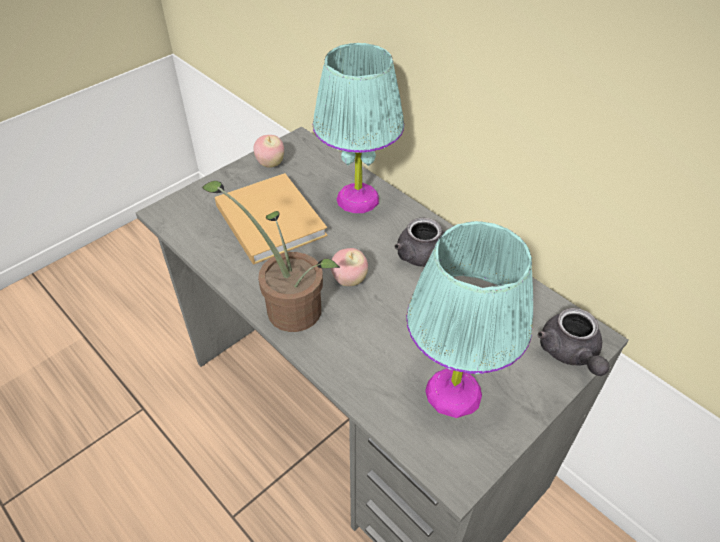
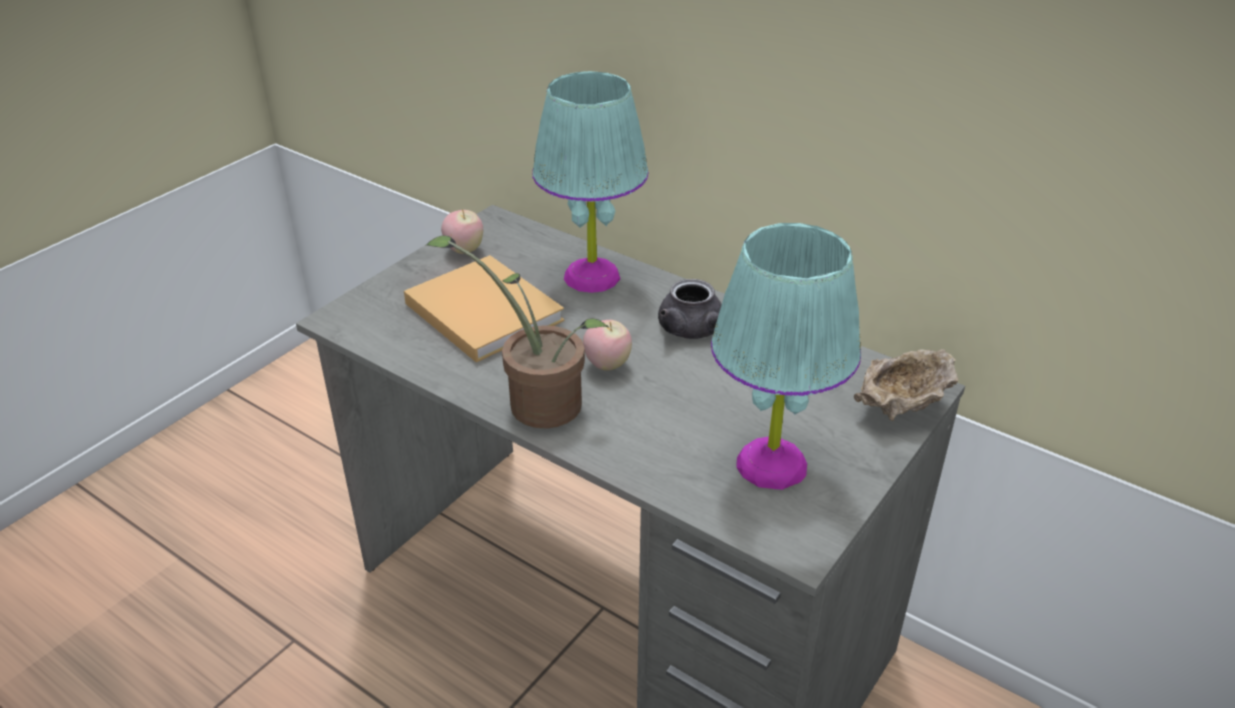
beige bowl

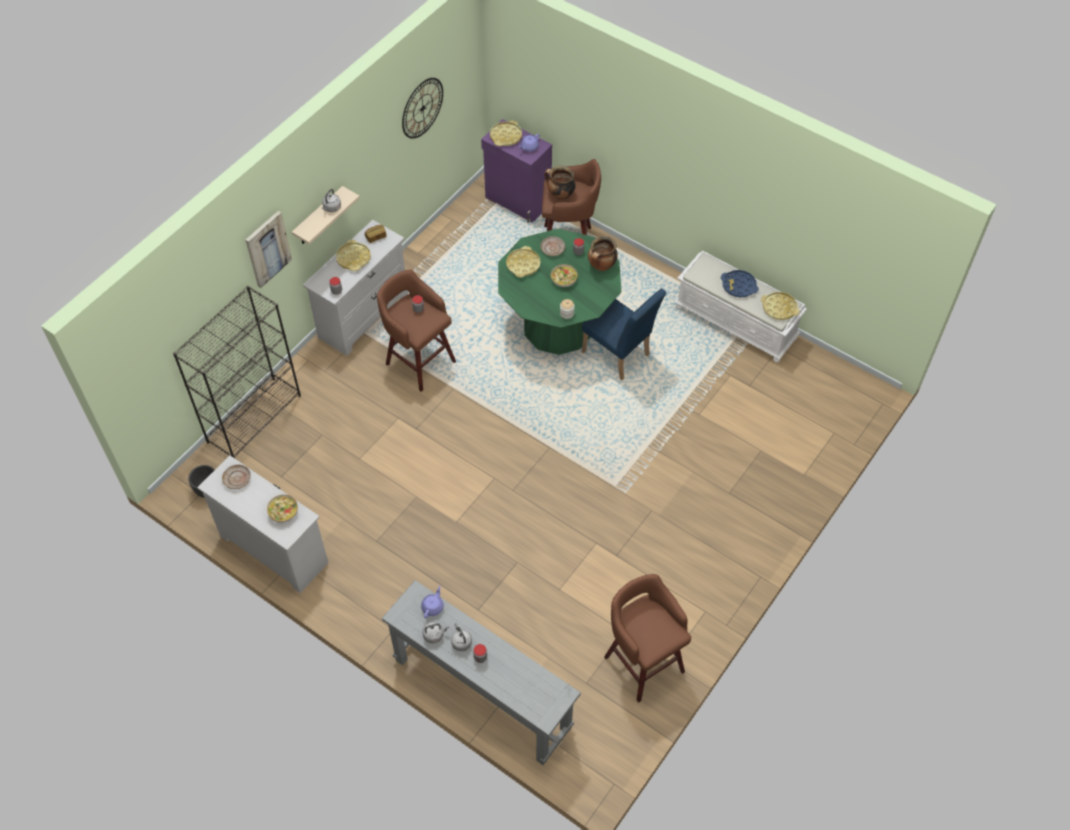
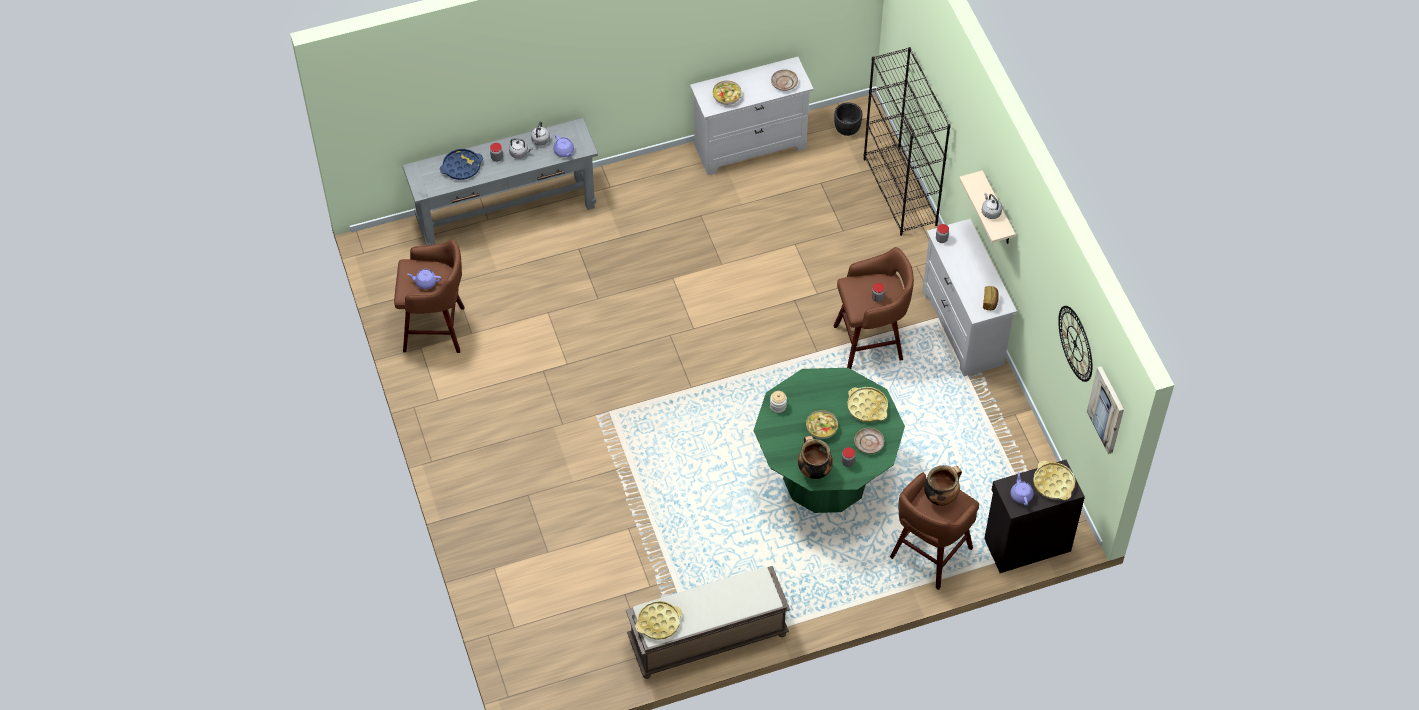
purple teapot (no. 1 from left); blue tray; brown bench; black cabinet; picture; yellow tray (no. 1 from left in the first image); blue chair

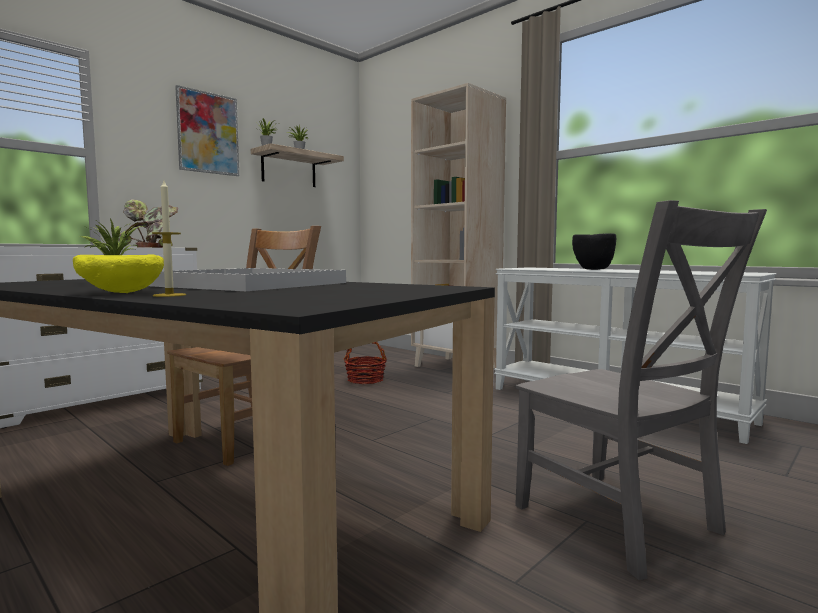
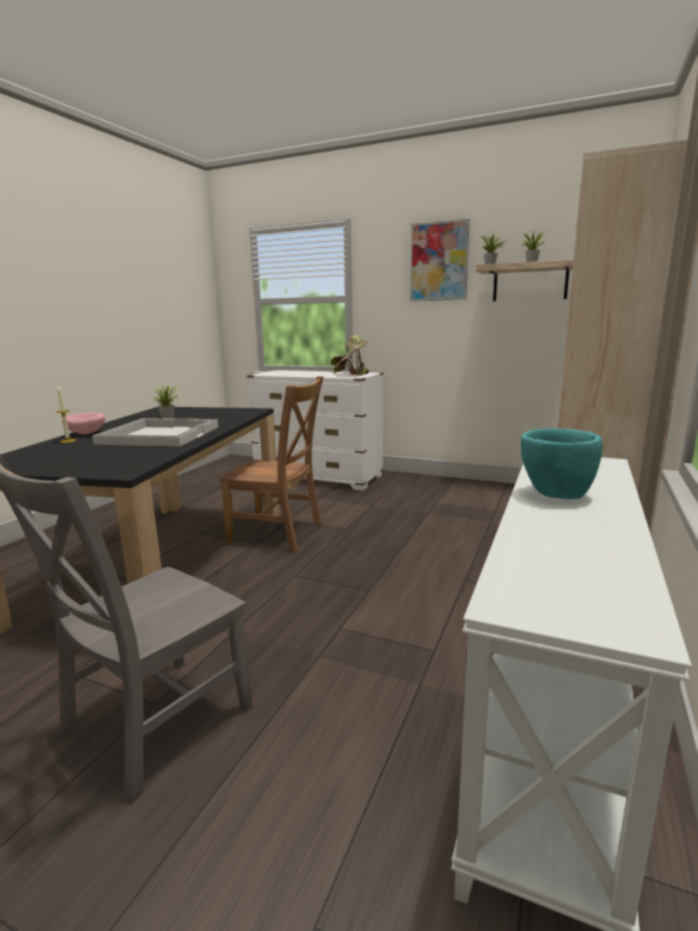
pink bowl; turquoise bowl; basket

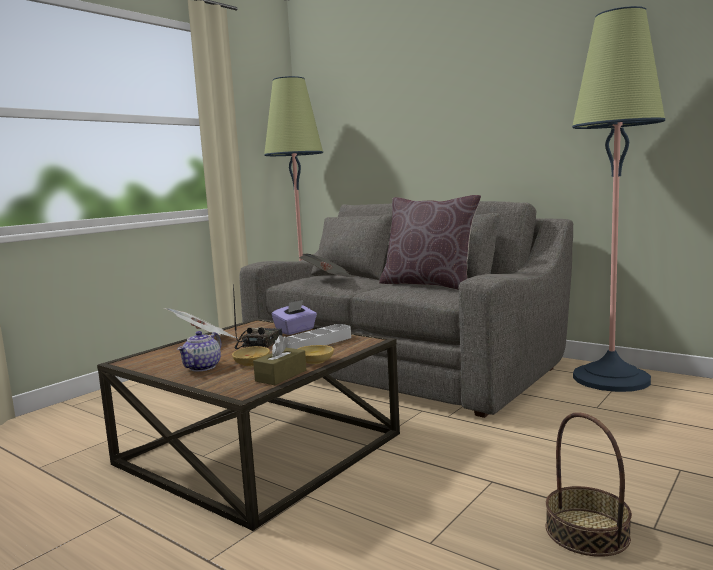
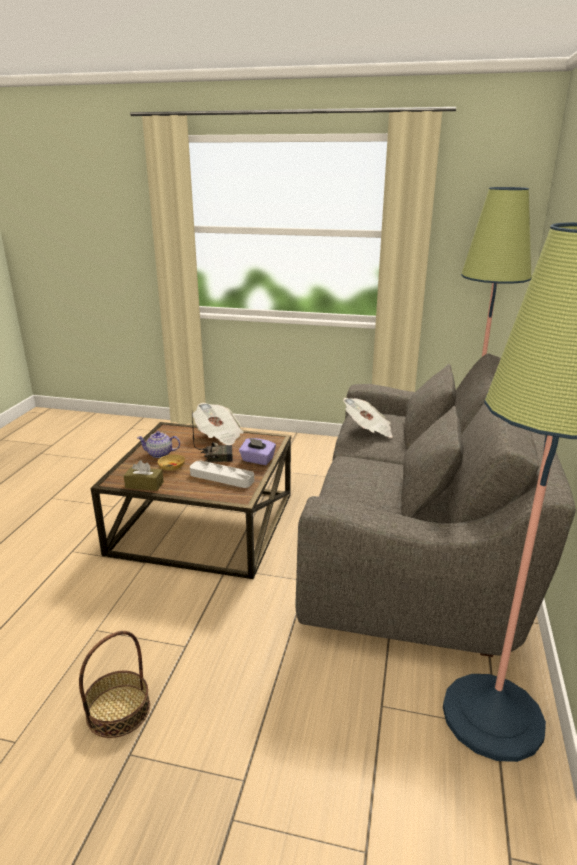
beige bowl (no. 2 from left in the first image); brown pillow

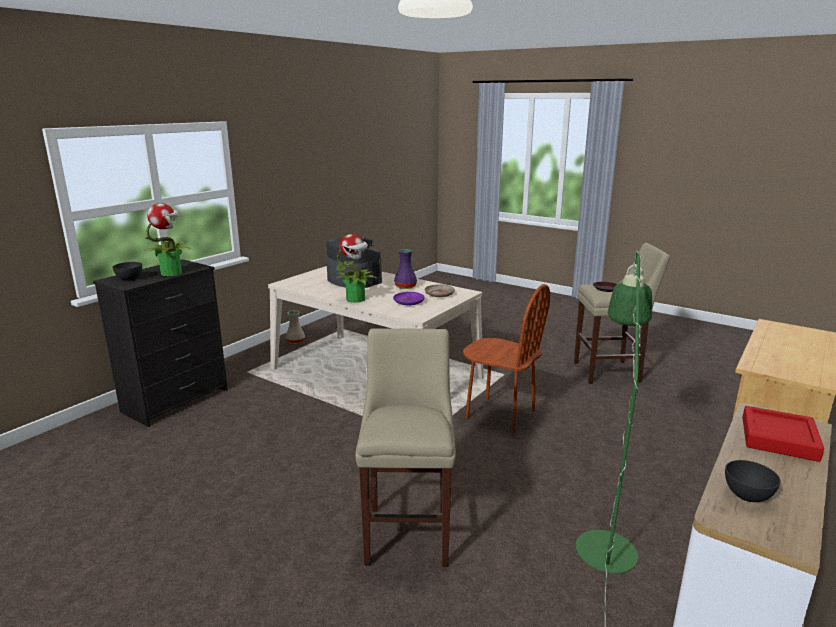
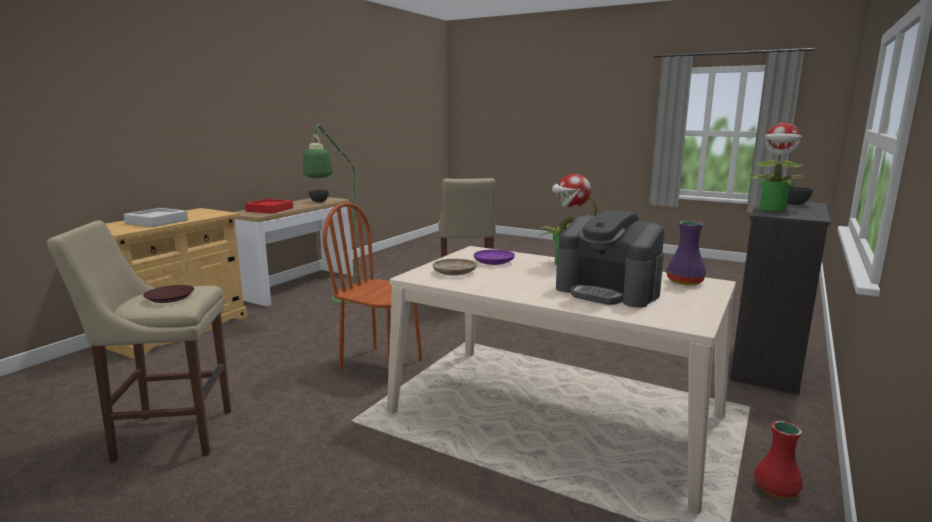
grey tray; purple vase; red vase

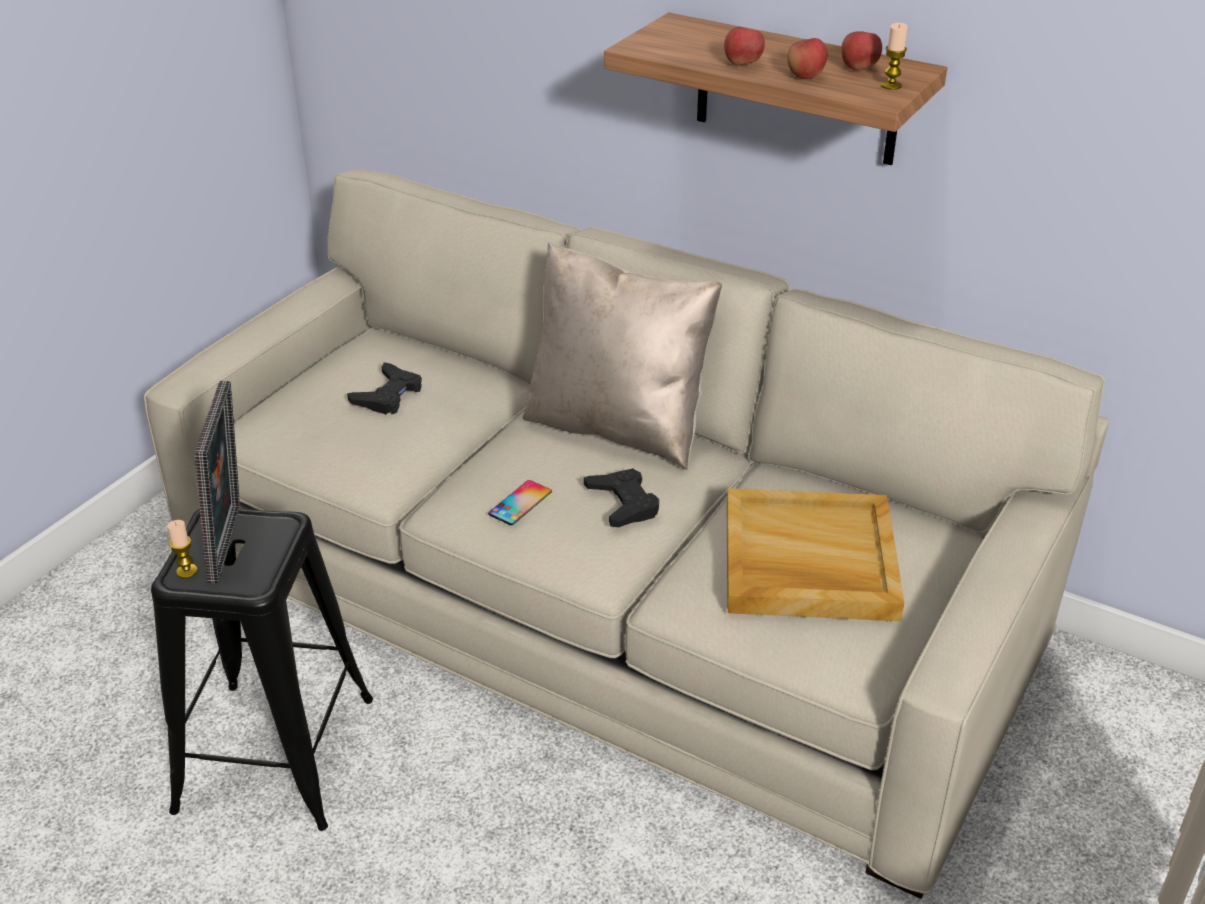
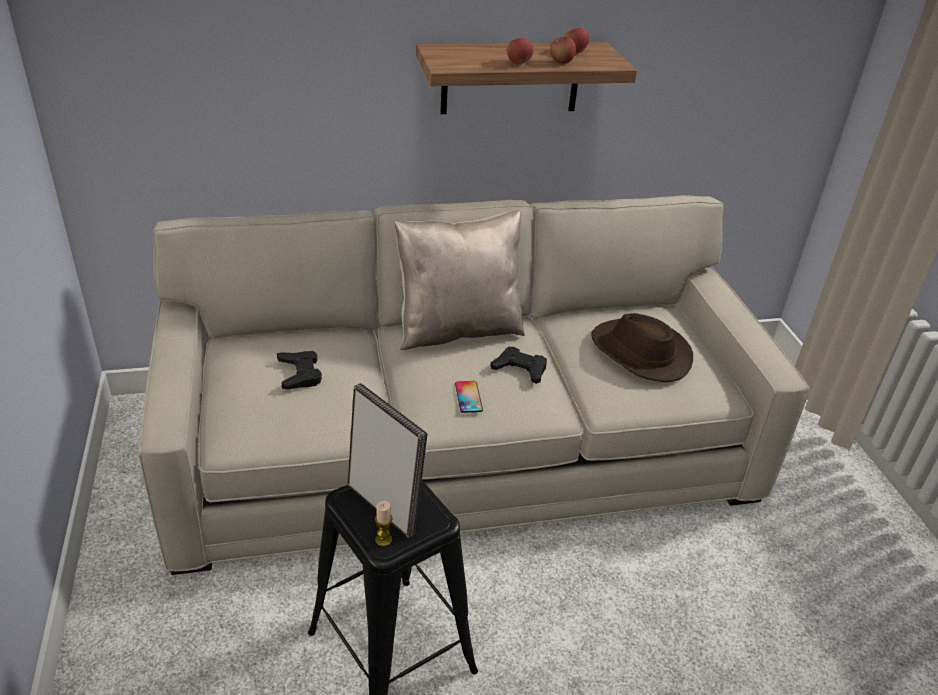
brown hat; candle (no. 2 from left in the first image)

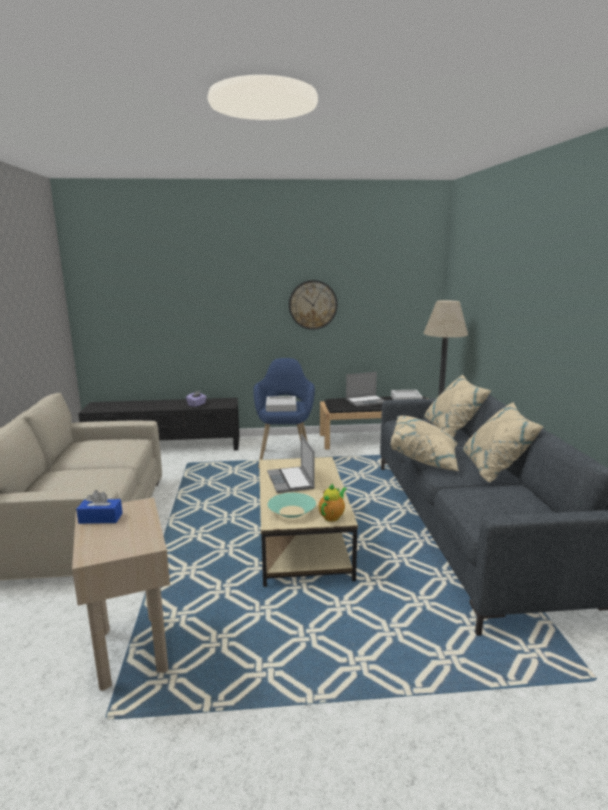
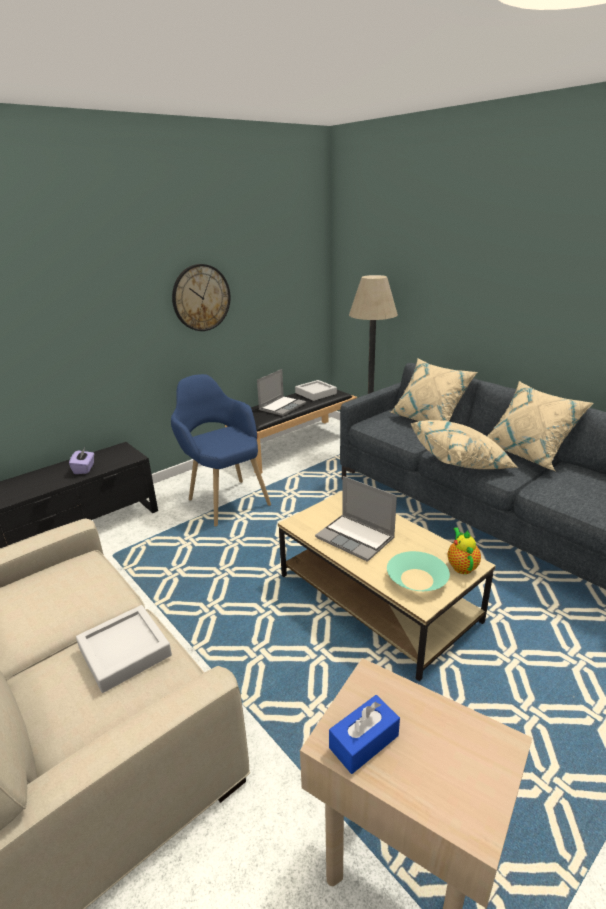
grey tray (no. 1 from left)

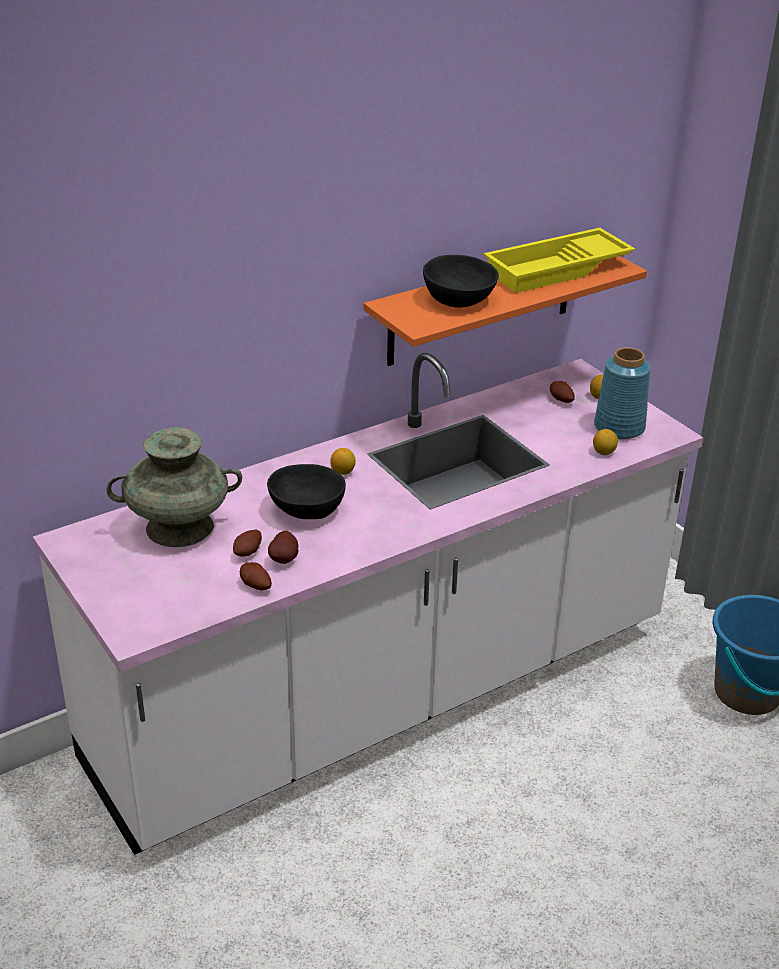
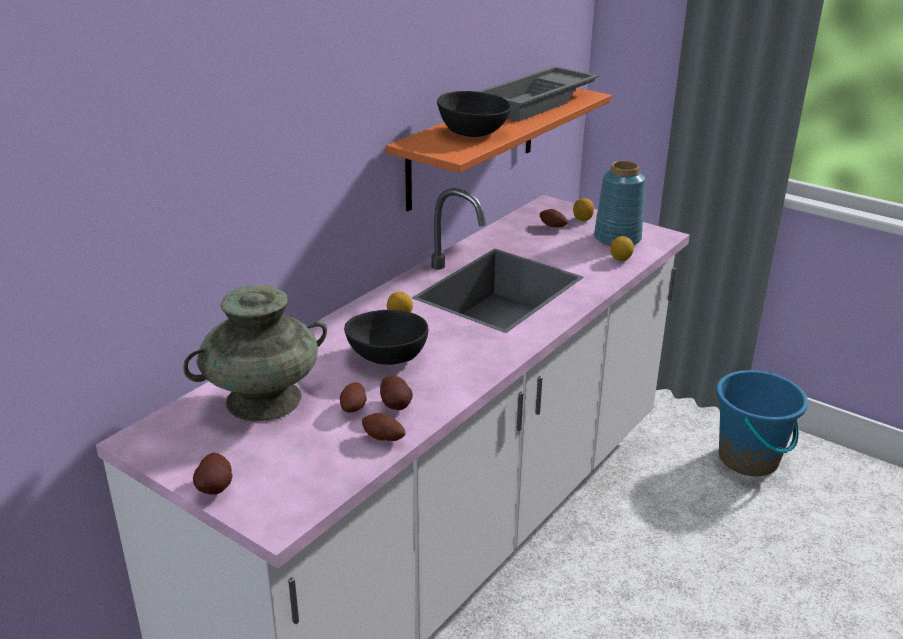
potato (no. 1 from left); grey tray

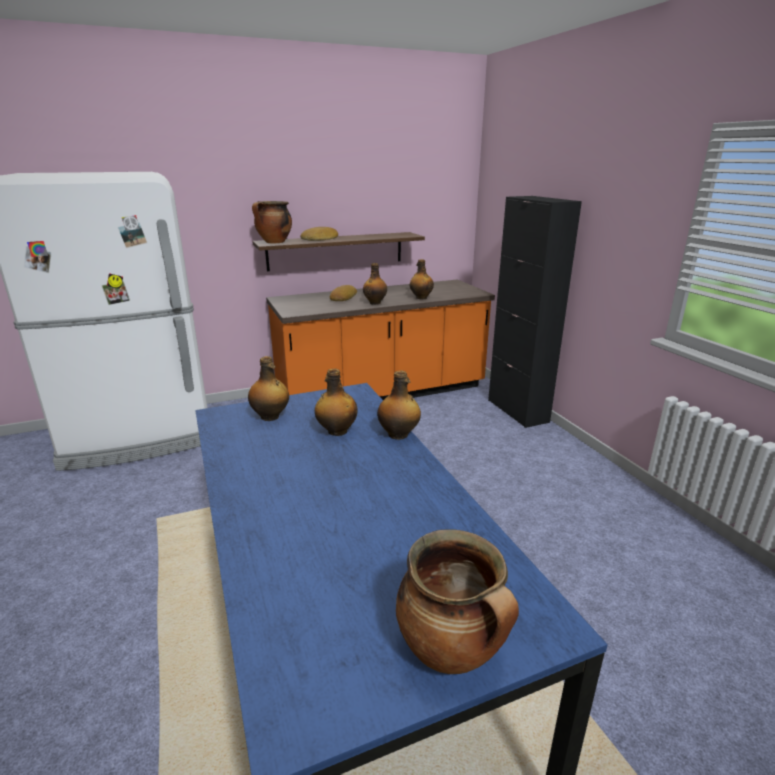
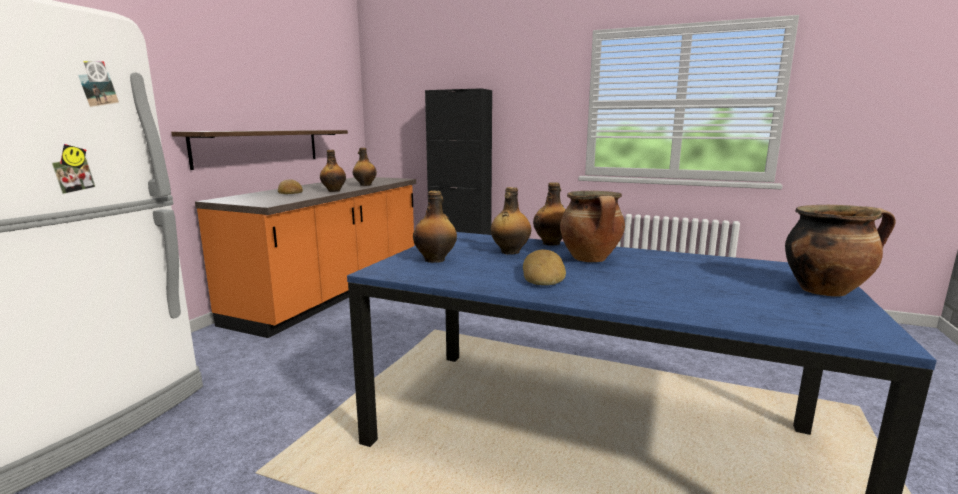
bread (no. 2 from left); cooking pot (no. 1 from left)

